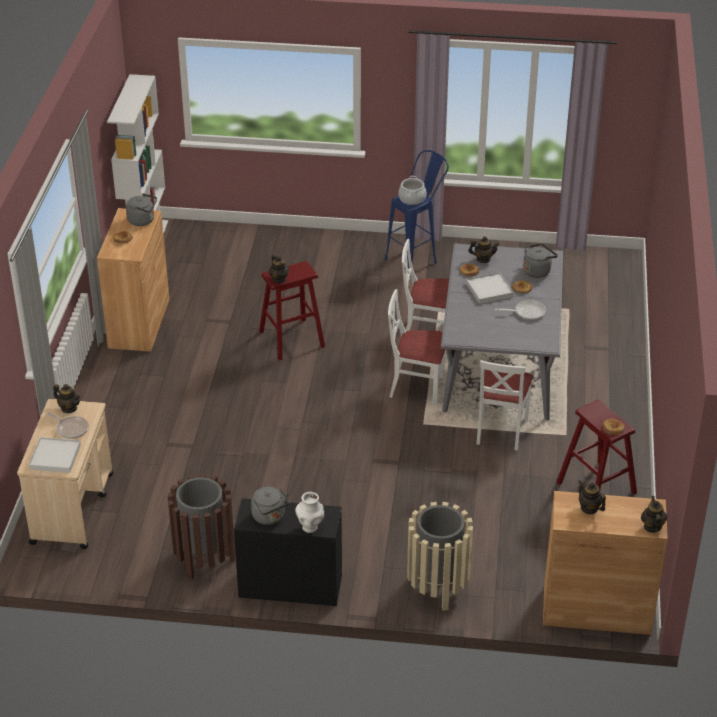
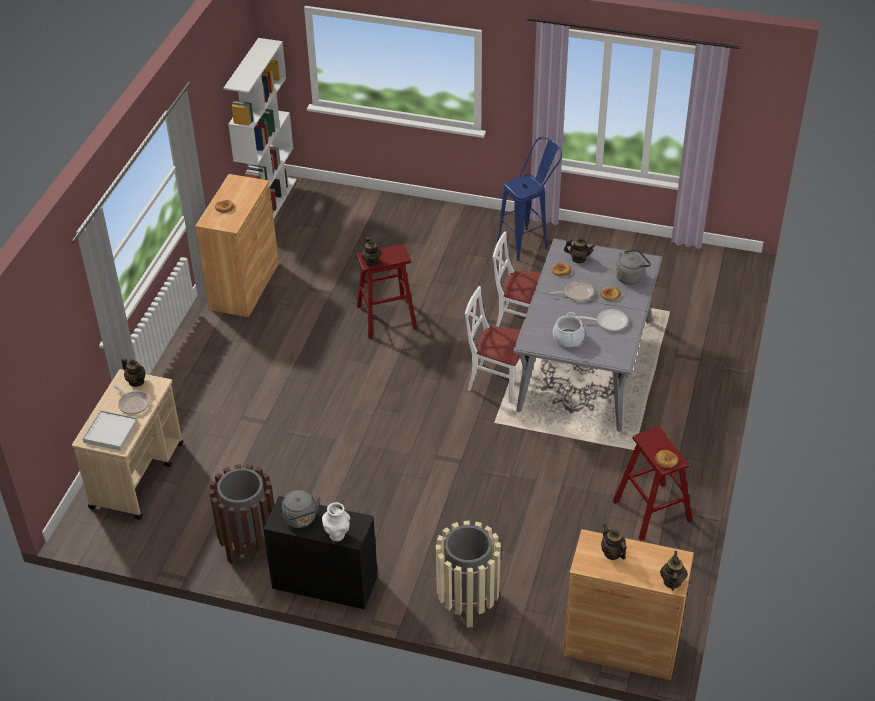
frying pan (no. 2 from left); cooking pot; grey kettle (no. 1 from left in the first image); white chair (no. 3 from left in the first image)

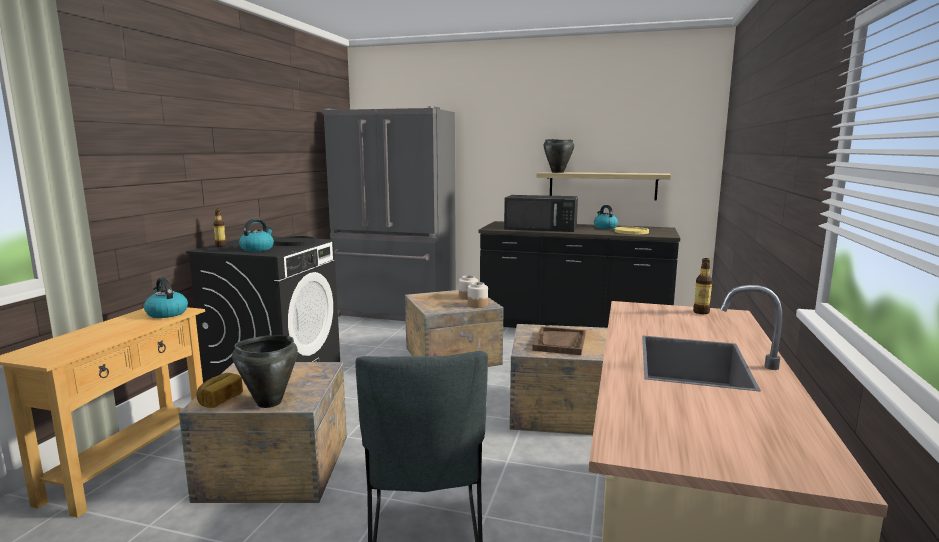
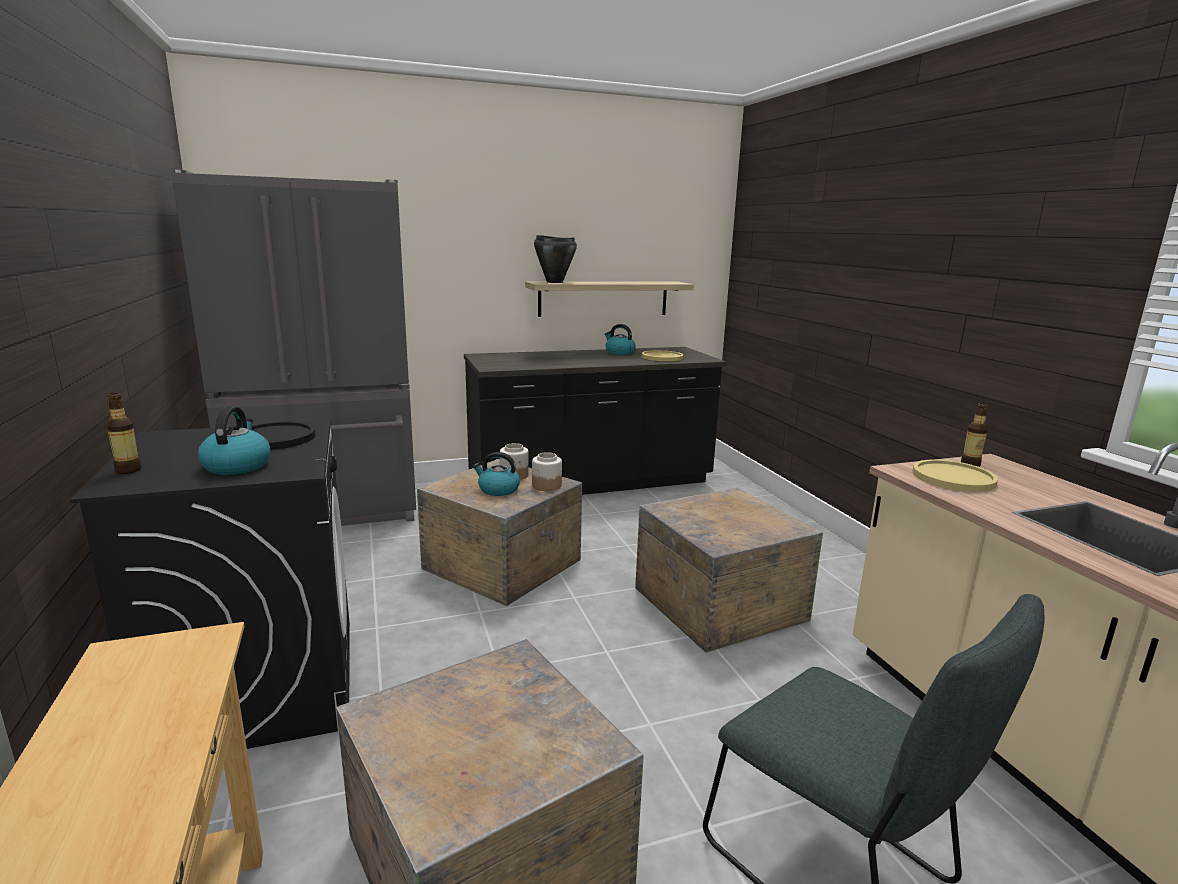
kettle (no. 2 from left); yellow plate (no. 2 from left); bread; black cooking pot (no. 1 from left in the first image); black microwave; brown tray

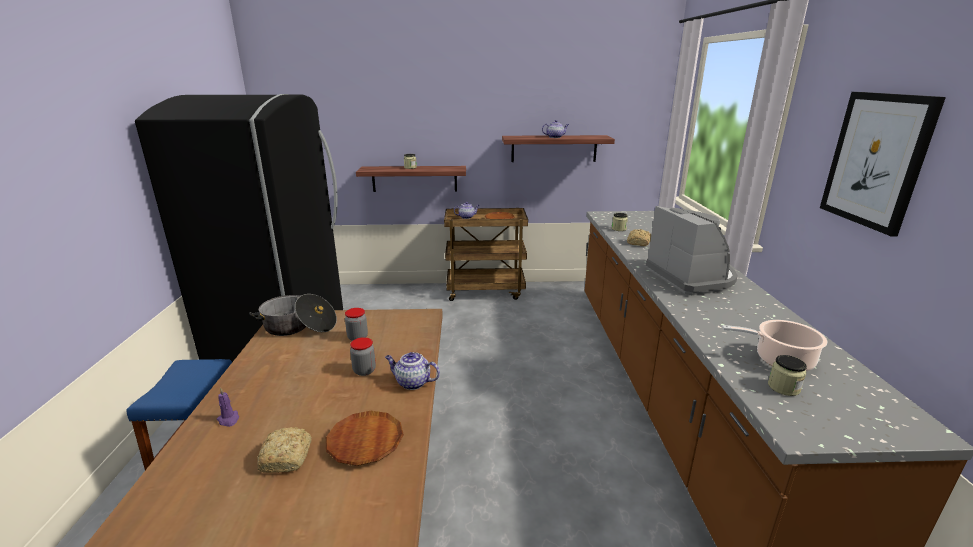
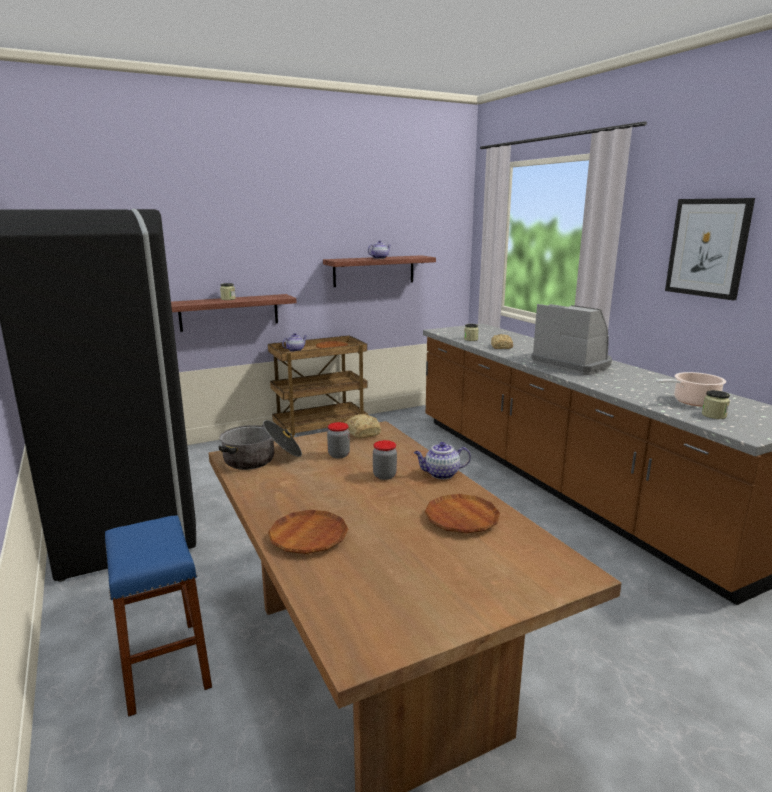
brown plate (no. 1 from left); bread (no. 1 from left)

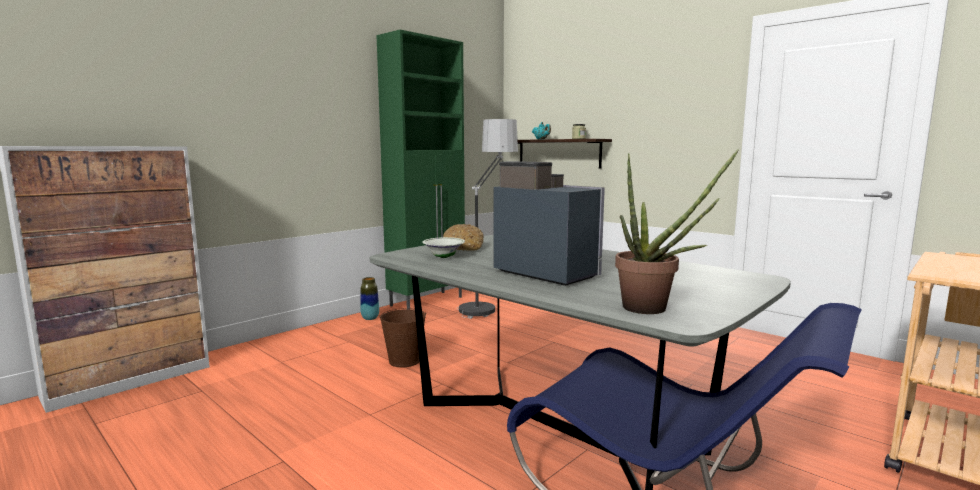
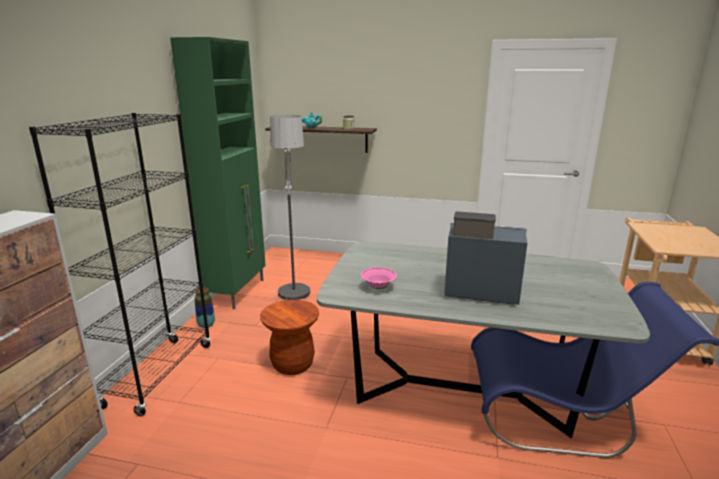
black bookcase; brown stool; pink bowl; bread; potted plant

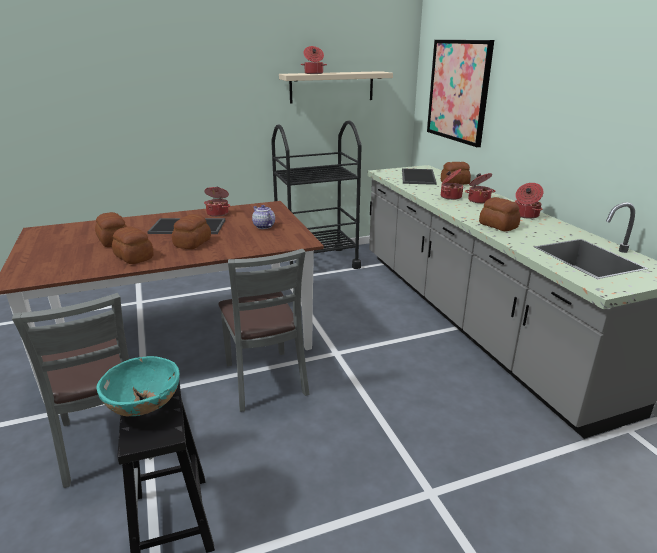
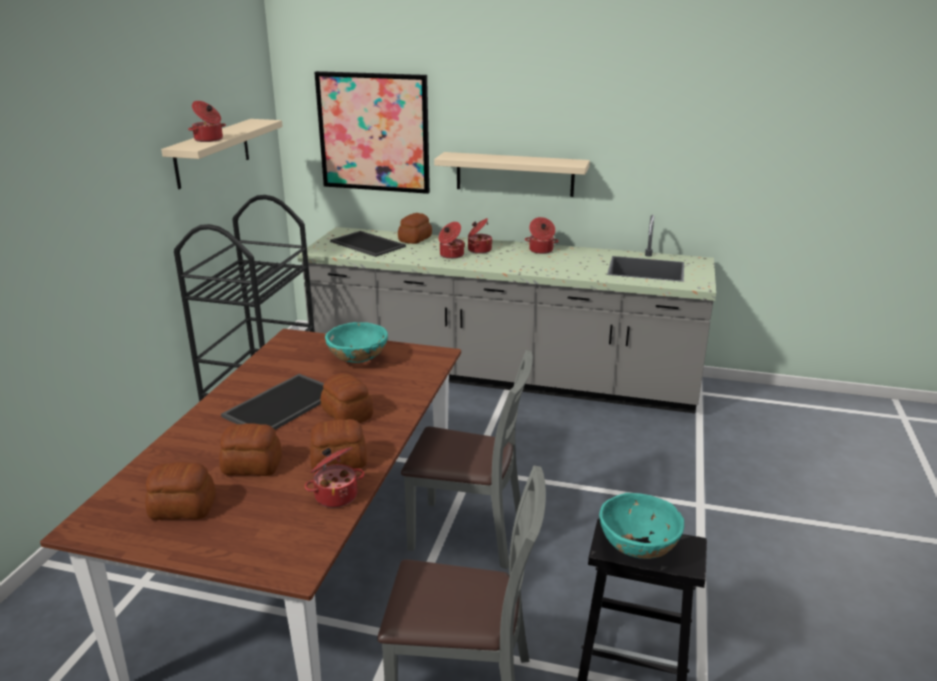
bread (no. 1 from left); cooking pot (no. 2 from left); turquoise bowl (no. 1 from left); beige shelf (no. 2 from left)

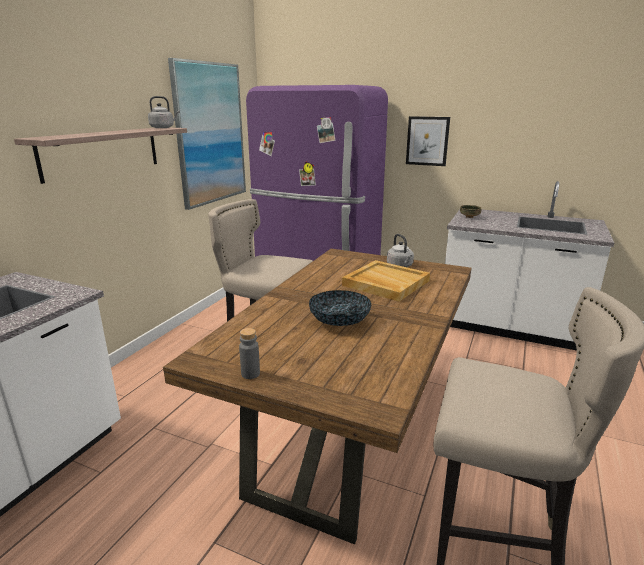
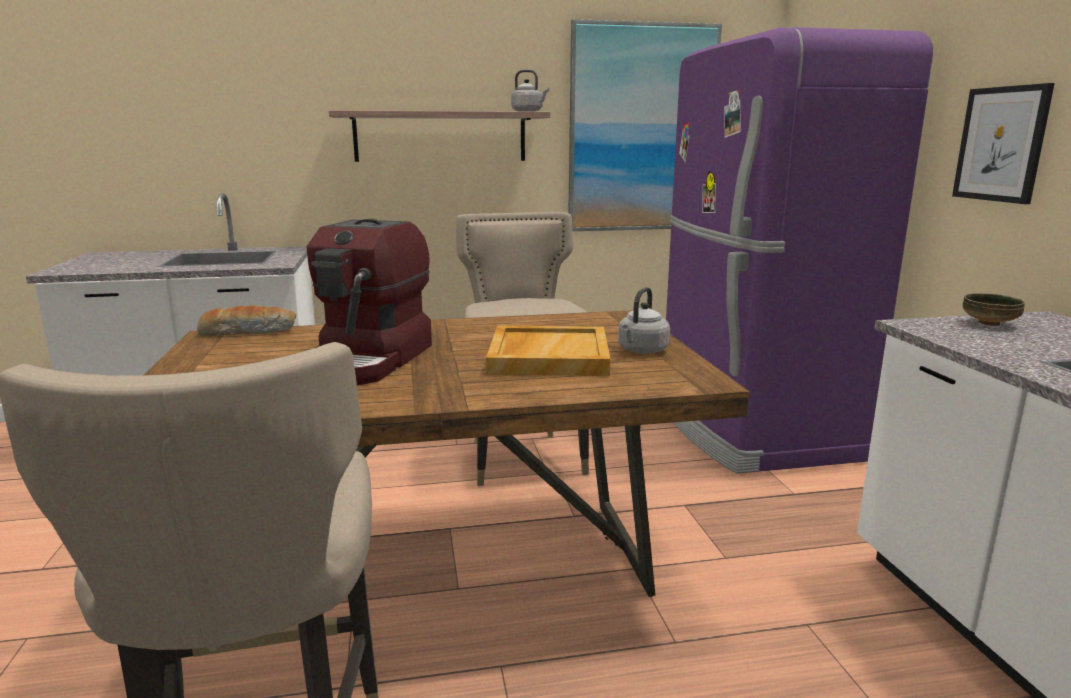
bread; coffee machine; grey bottle

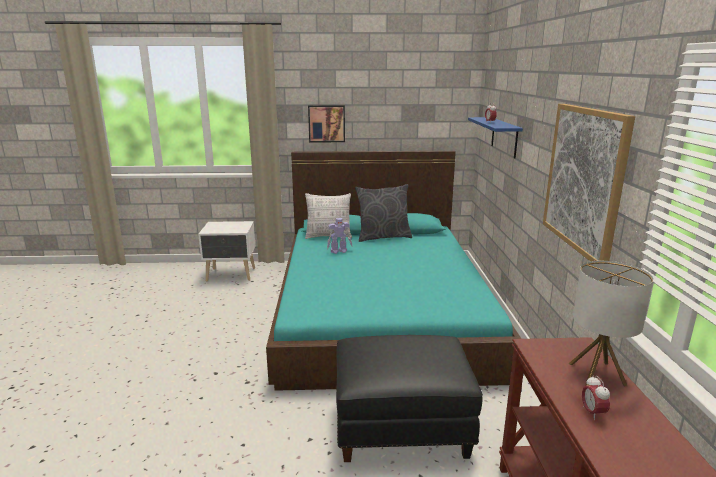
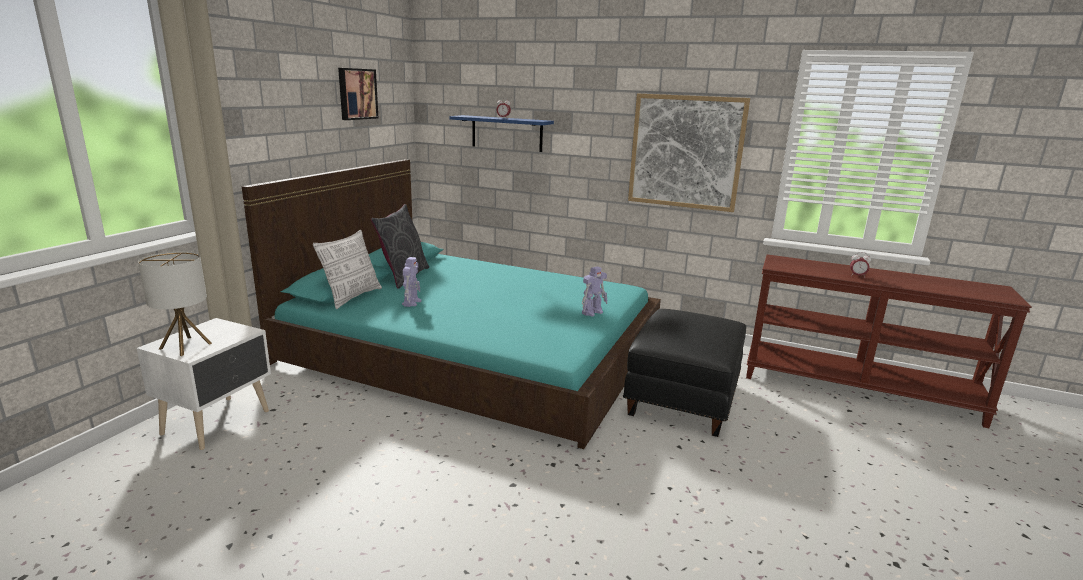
table lamp; picture (no. 1 from left); toy robot (no. 2 from left)

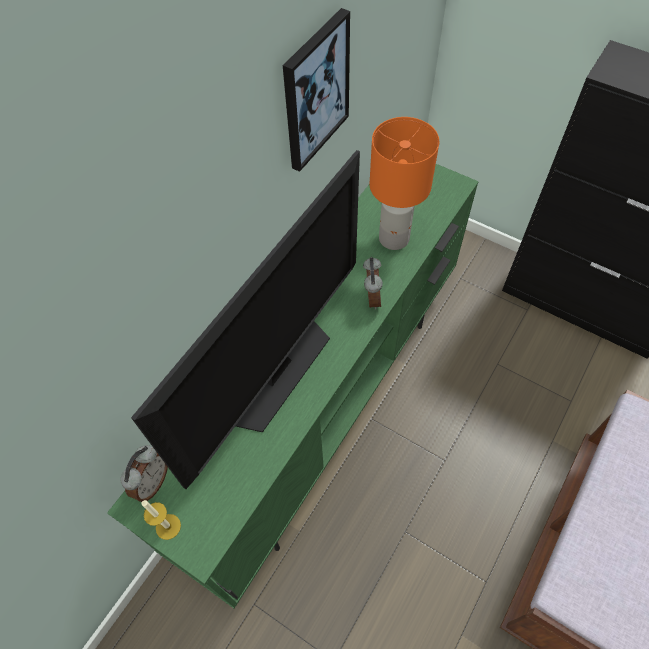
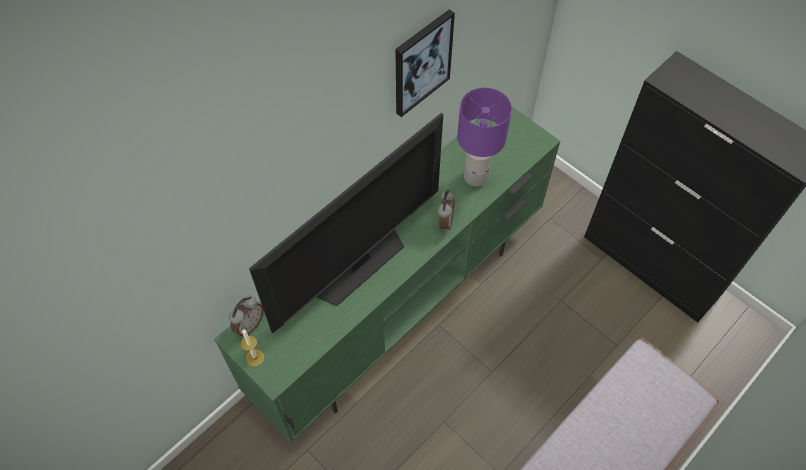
purple table lamp

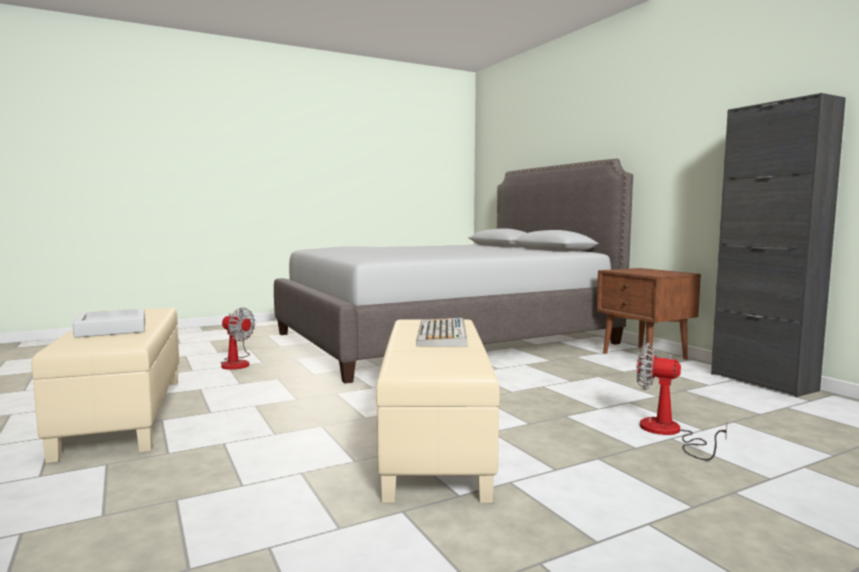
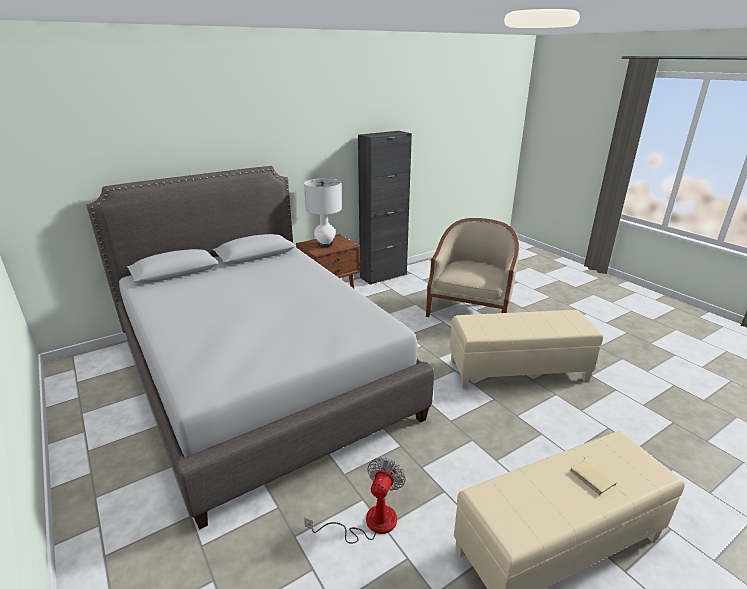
white table lamp; beige armchair; beige book; keyboard

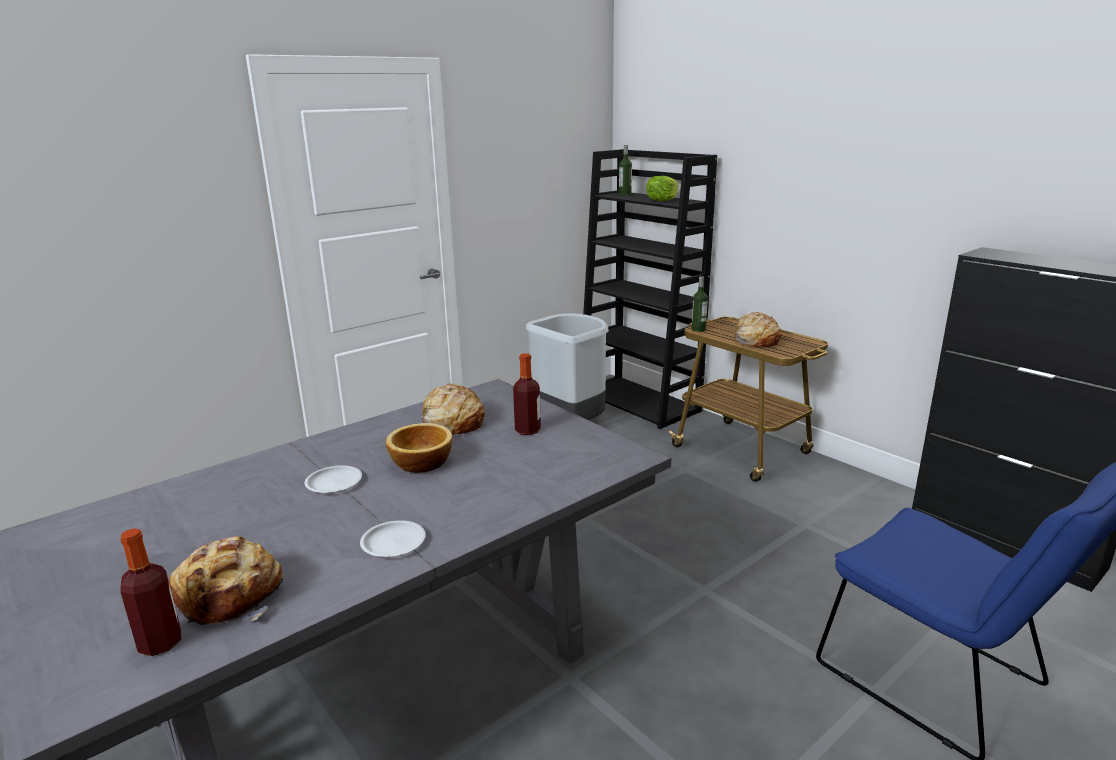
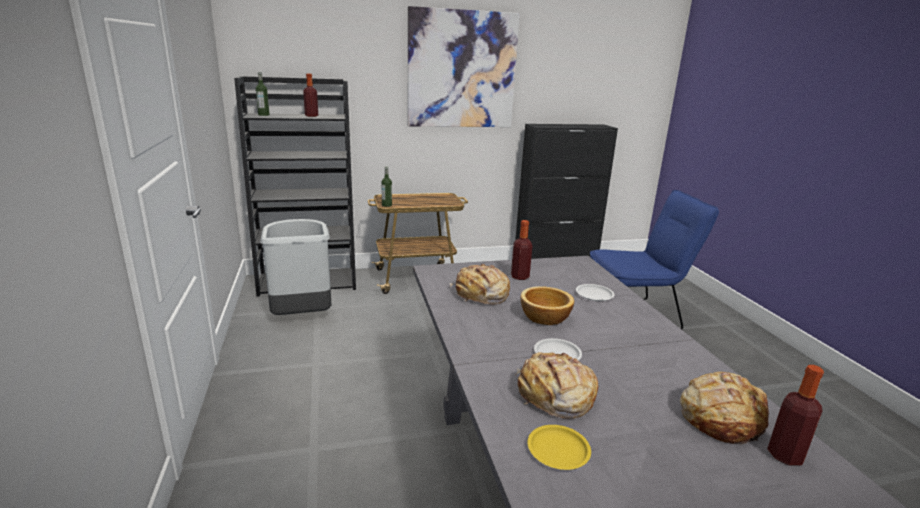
bottle (no. 2 from left); picture; bread (no. 2 from left); yellow plate; white plate (no. 2 from left)

